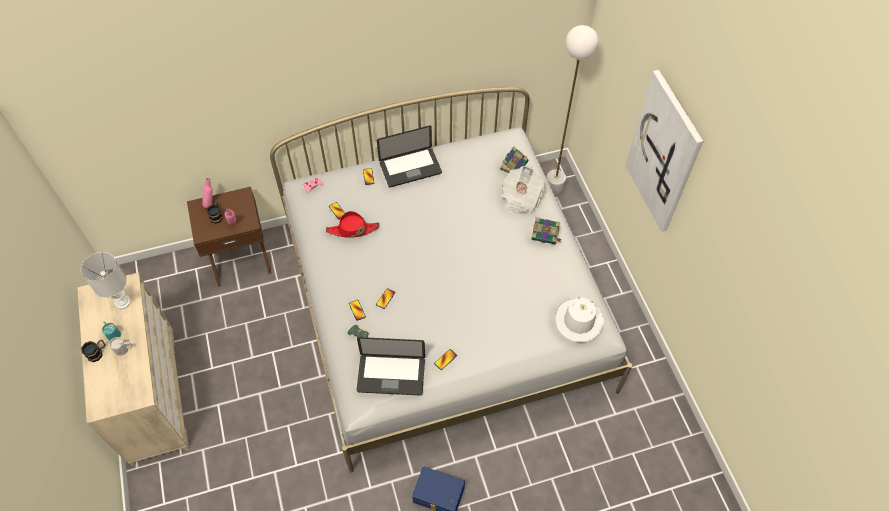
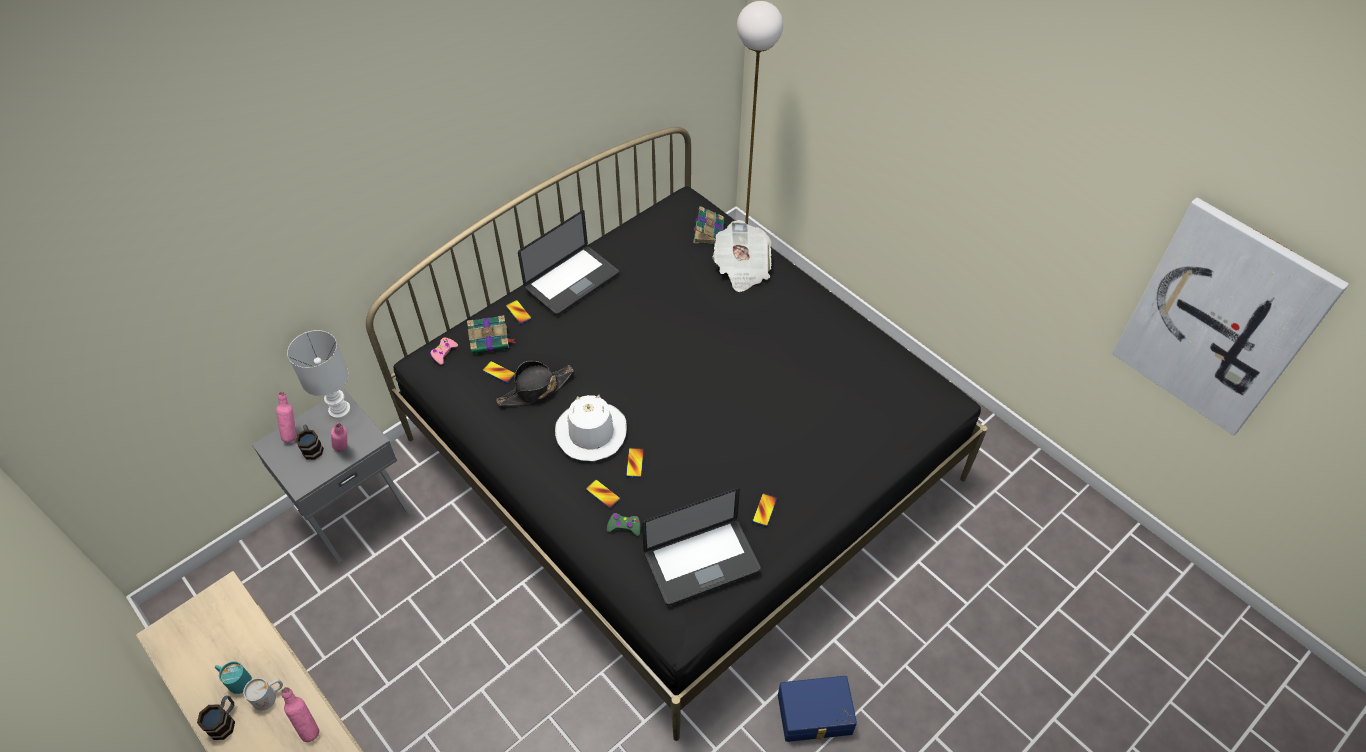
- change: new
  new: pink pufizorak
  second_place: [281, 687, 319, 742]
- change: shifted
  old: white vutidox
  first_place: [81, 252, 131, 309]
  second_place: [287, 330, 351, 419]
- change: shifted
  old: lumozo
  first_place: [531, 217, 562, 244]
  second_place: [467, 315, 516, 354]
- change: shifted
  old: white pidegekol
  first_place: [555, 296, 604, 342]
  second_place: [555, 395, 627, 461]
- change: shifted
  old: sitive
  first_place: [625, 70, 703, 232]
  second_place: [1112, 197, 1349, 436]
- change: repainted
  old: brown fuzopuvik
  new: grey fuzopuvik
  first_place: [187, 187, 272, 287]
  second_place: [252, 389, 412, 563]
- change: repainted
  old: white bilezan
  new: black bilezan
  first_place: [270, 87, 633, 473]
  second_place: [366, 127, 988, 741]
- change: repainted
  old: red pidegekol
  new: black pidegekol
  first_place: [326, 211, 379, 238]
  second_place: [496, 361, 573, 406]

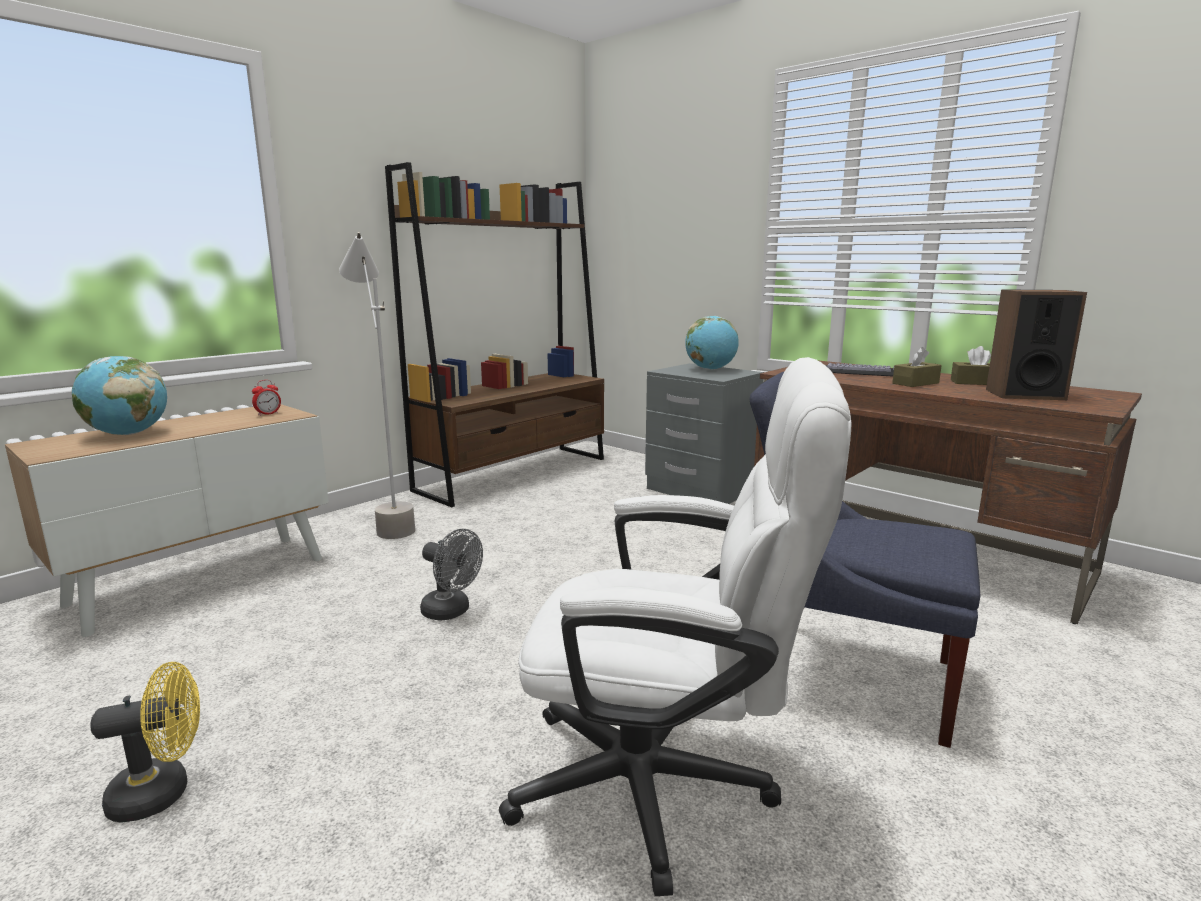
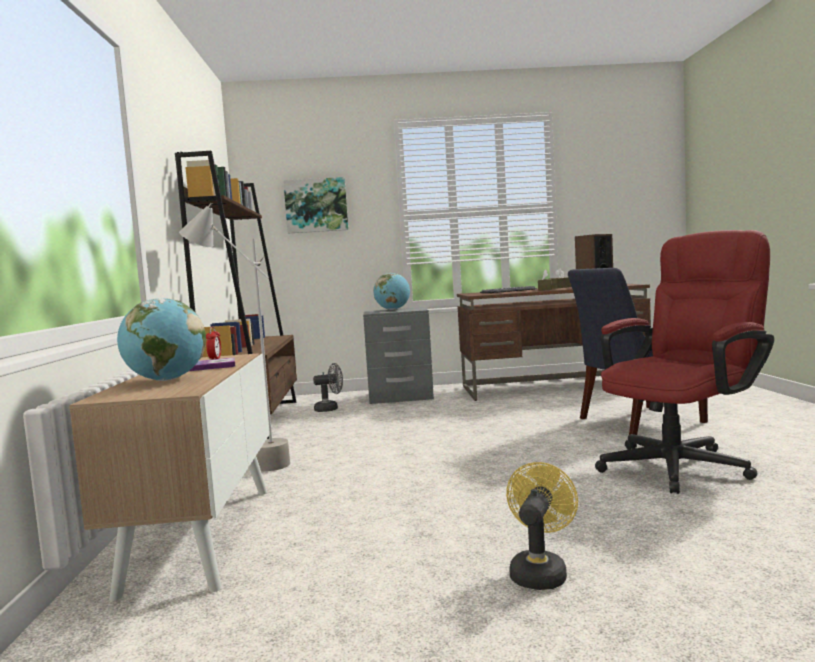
- change: new
  new: lumozo
  second_place: [189, 357, 235, 371]
- change: new
  new: sitive
  second_place: [283, 177, 348, 233]
- change: shifted
  old: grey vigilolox
  first_place: [420, 529, 483, 621]
  second_place: [313, 363, 343, 412]
- change: repainted
  old: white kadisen
  new: red kadisen
  first_place: [499, 357, 851, 896]
  second_place: [595, 230, 775, 494]

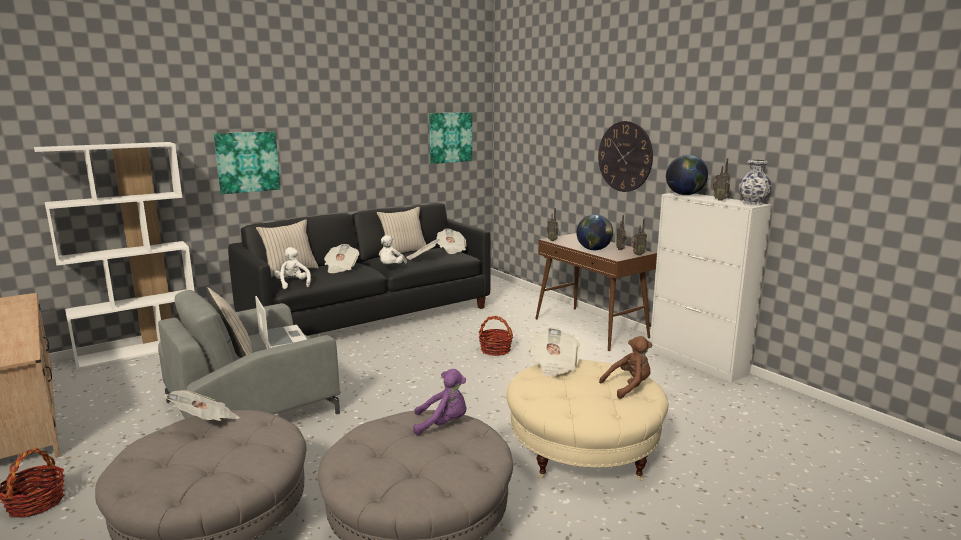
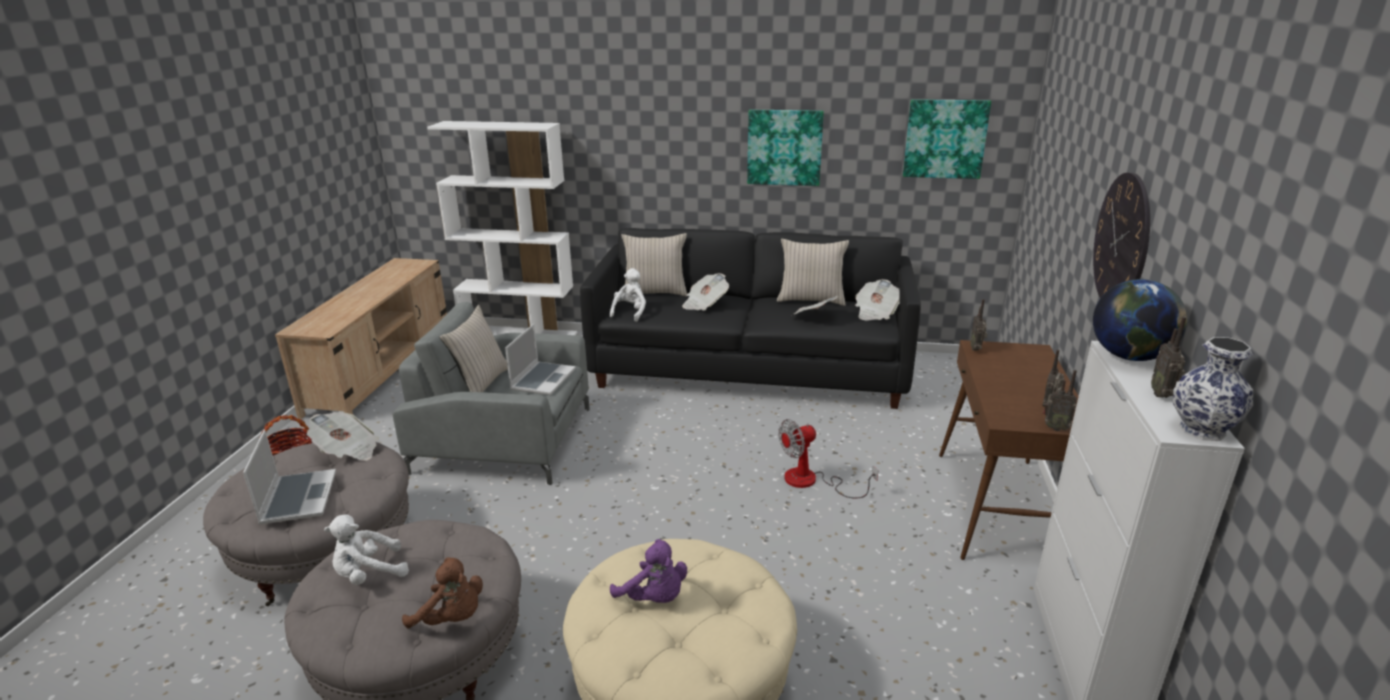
- change: gone
  old: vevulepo
  first_place: [529, 327, 580, 376]
- change: gone
  old: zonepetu
  first_place: [576, 214, 613, 250]
- change: new
  new: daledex
  second_place: [243, 430, 336, 524]
- change: shifted
  old: sitive
  first_place: [214, 131, 281, 194]
  second_place: [747, 110, 824, 186]
- change: shifted
  old: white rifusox
  first_place: [379, 235, 407, 264]
  second_place: [324, 514, 409, 585]
- change: shifted
  old: purple rifusox
  first_place: [413, 369, 467, 435]
  second_place: [610, 539, 687, 603]
- change: shifted
  old: brown rifusox
  first_place: [599, 336, 652, 399]
  second_place: [402, 557, 483, 628]
- change: swapped
  old: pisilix
  new: vigilolox
  first_place: [479, 316, 513, 356]
  second_place: [778, 419, 878, 499]

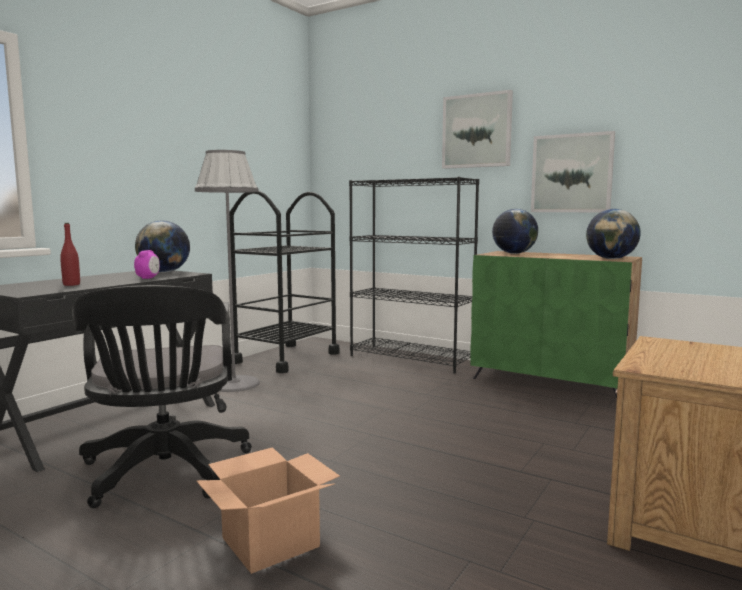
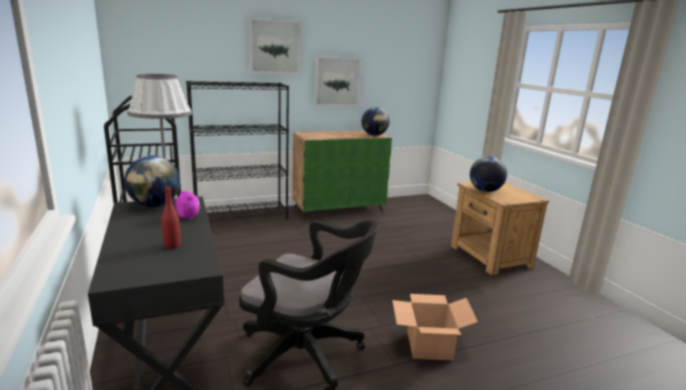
- change: shifted
  old: zonepetu
  first_place: [492, 209, 538, 254]
  second_place: [470, 156, 507, 192]

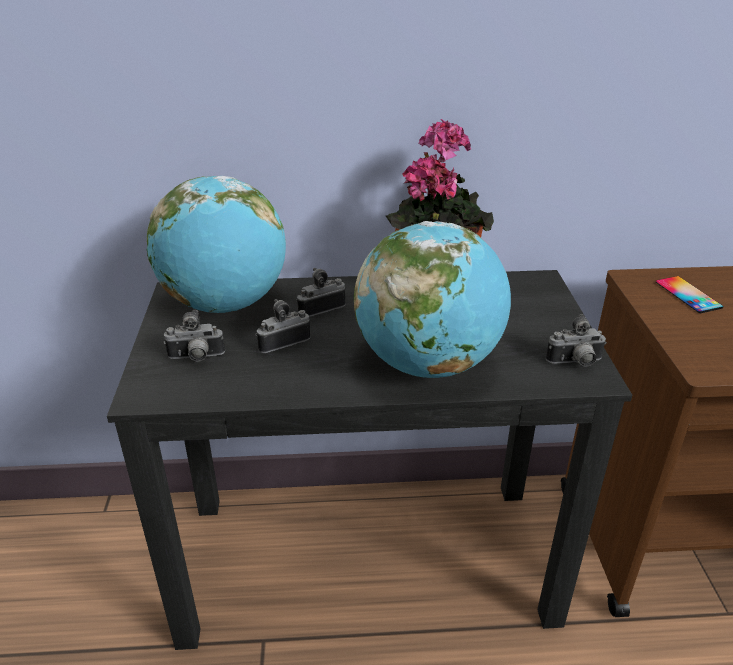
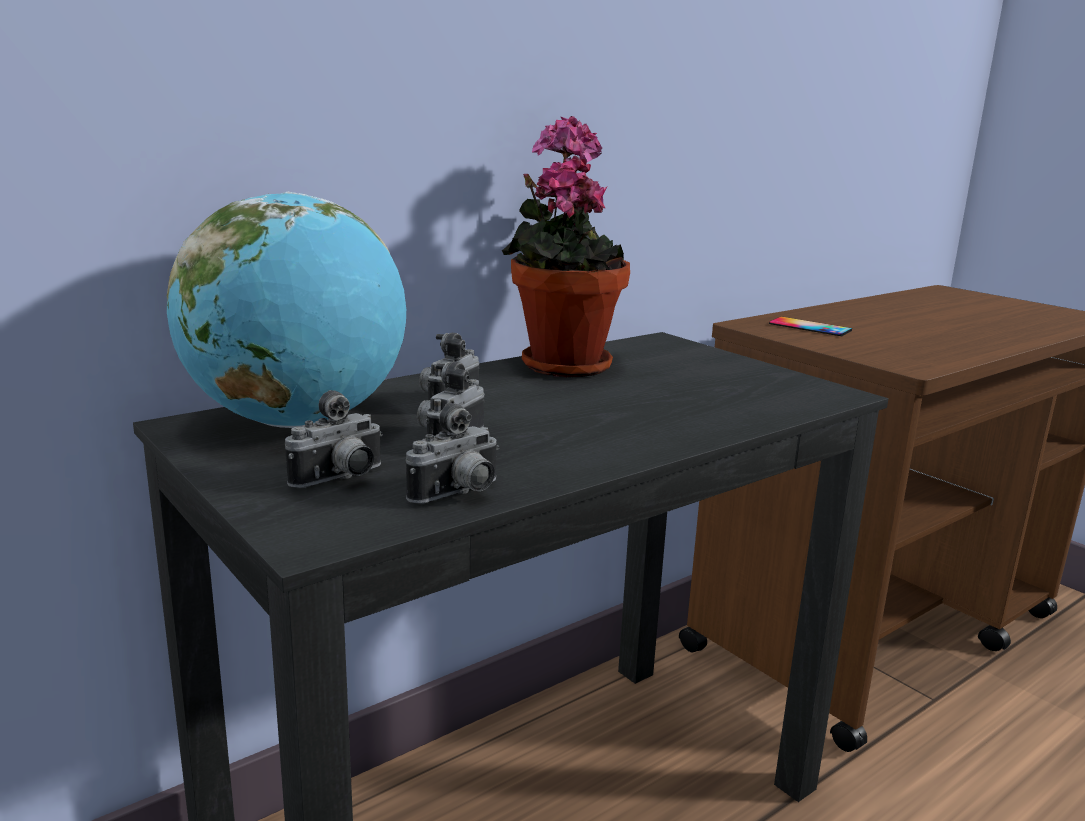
- change: gone
  old: zonepetu
  first_place: [354, 221, 511, 378]
- change: shifted
  old: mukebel
  first_place: [546, 314, 607, 367]
  second_place: [406, 403, 499, 504]

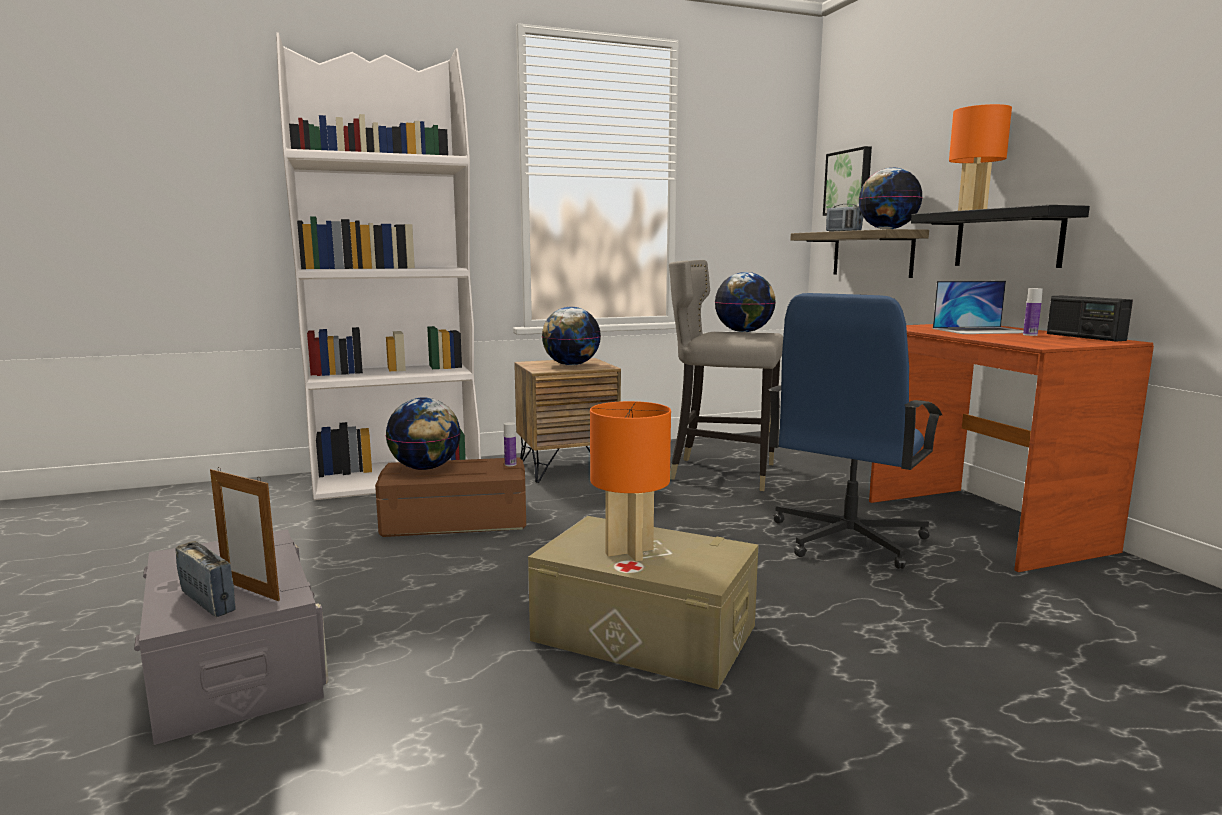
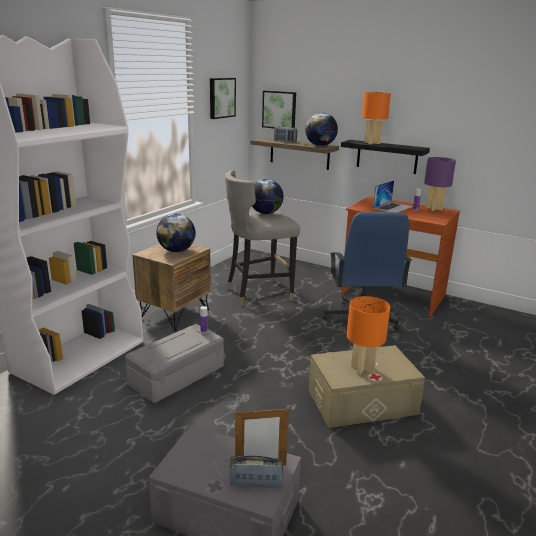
- change: gone
  old: zonepetu
  first_place: [386, 397, 461, 470]
- change: new
  new: sitive
  second_place: [210, 78, 236, 119]
- change: swapped
  old: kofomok
  new: purple vutidox
  first_place: [1047, 296, 1133, 342]
  second_place: [424, 157, 456, 211]
- change: repainted
  old: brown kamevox
  new: grey kamevox
  first_place: [375, 457, 526, 537]
  second_place: [125, 324, 224, 403]

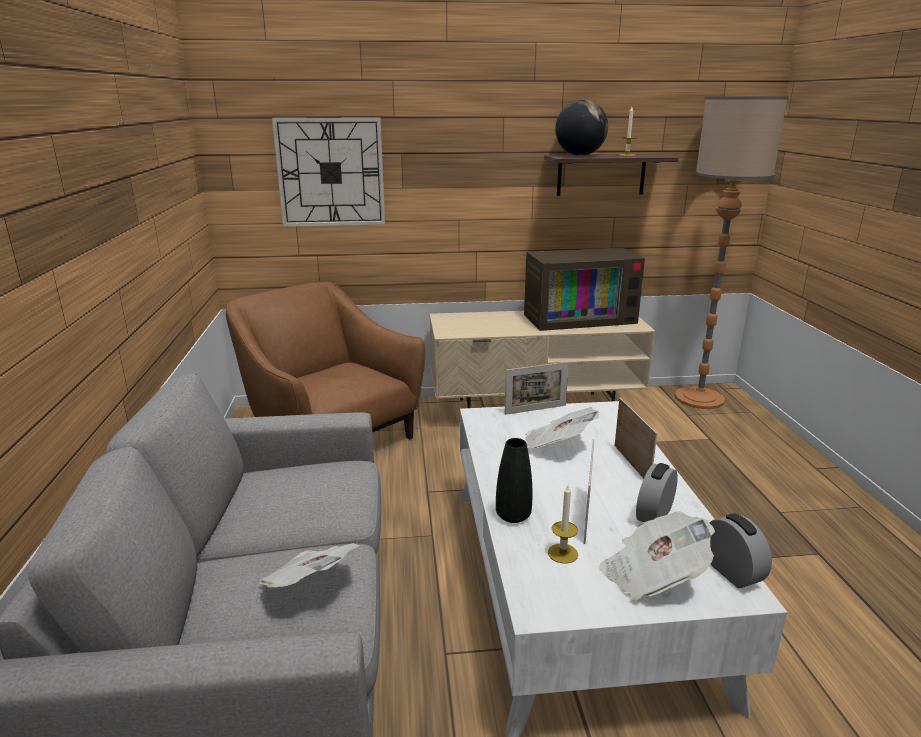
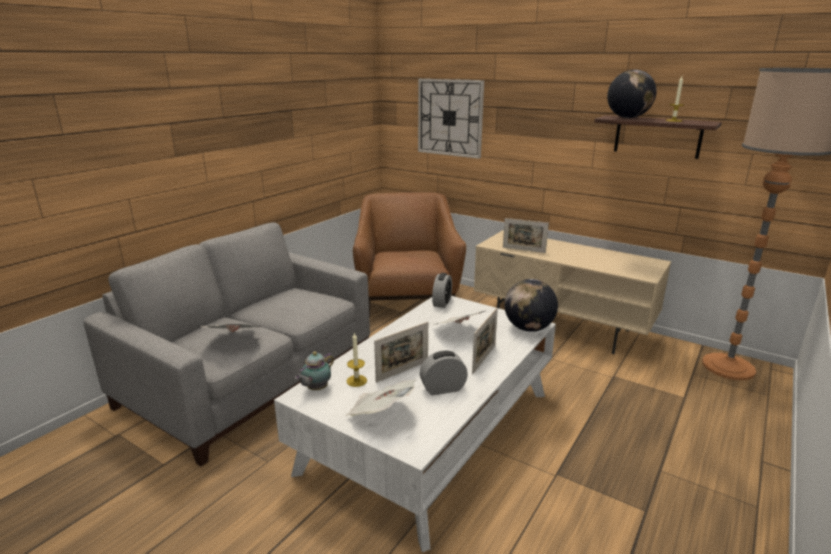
- change: gone
  old: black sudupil
  first_place: [496, 438, 532, 523]
- change: gone
  old: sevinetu
  first_place: [524, 247, 645, 331]
- change: new
  new: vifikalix
  second_place: [295, 352, 334, 390]
- change: new
  new: zonepetu
  second_place: [504, 279, 558, 332]
- change: shifted
  old: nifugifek
  first_place: [505, 362, 569, 415]
  second_place: [503, 218, 549, 253]
- change: shifted
  old: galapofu
  first_place: [709, 514, 772, 588]
  second_place: [432, 273, 452, 308]

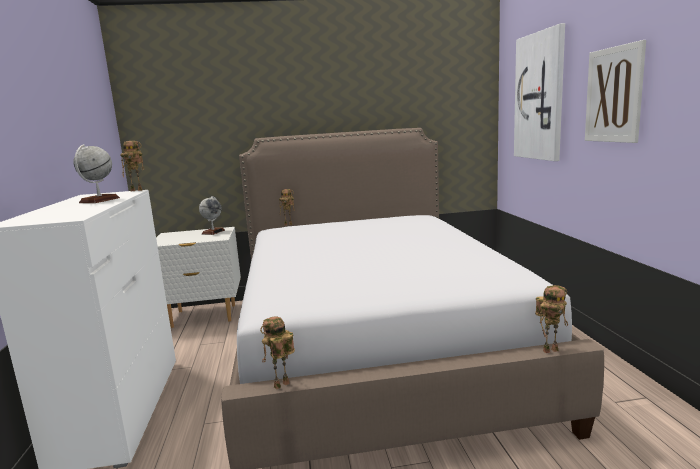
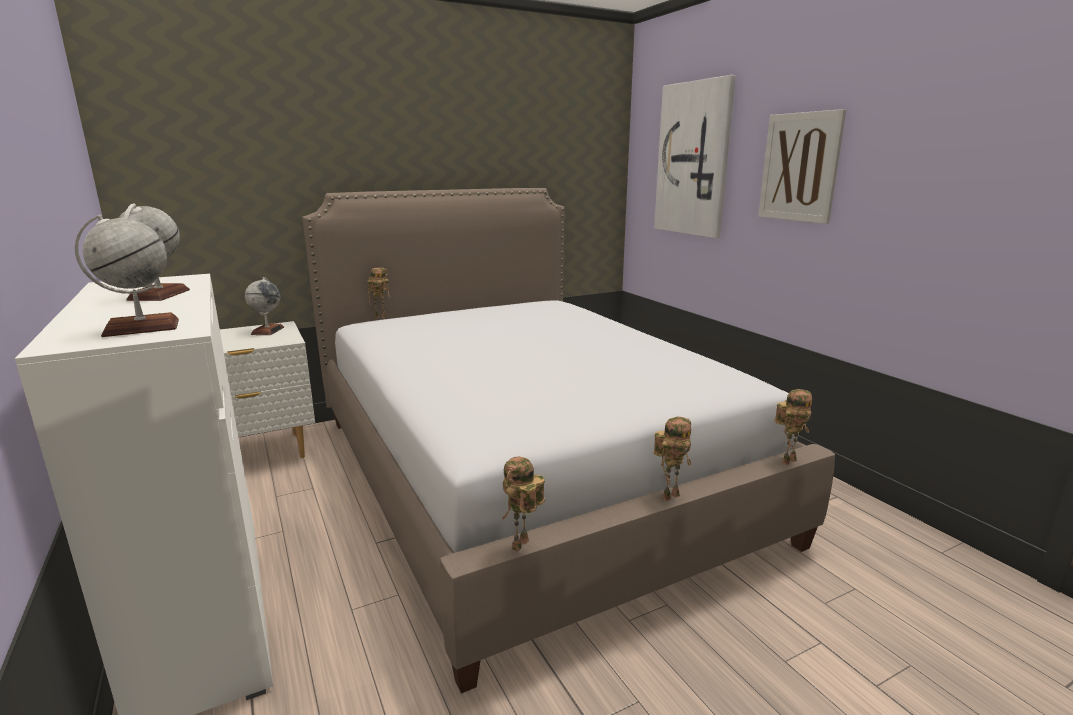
- change: new
  new: zonepetu
  second_place: [75, 215, 179, 337]
- change: shifted
  old: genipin
  first_place: [120, 141, 144, 191]
  second_place: [654, 417, 692, 501]

